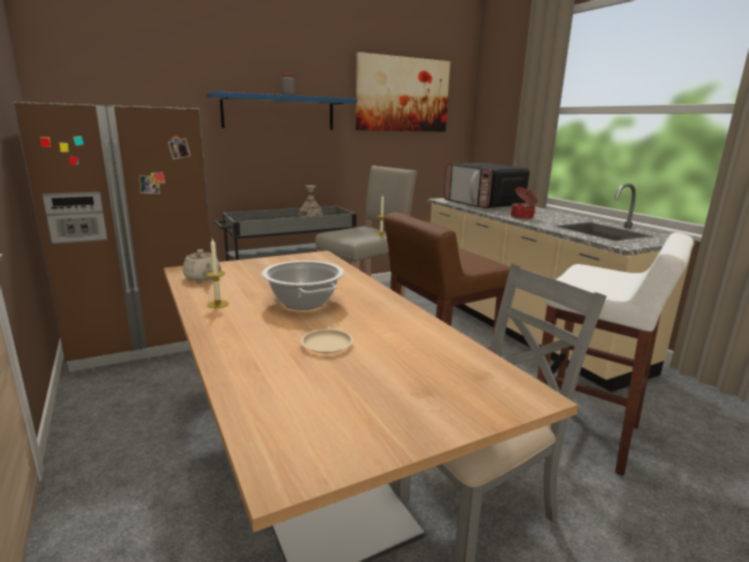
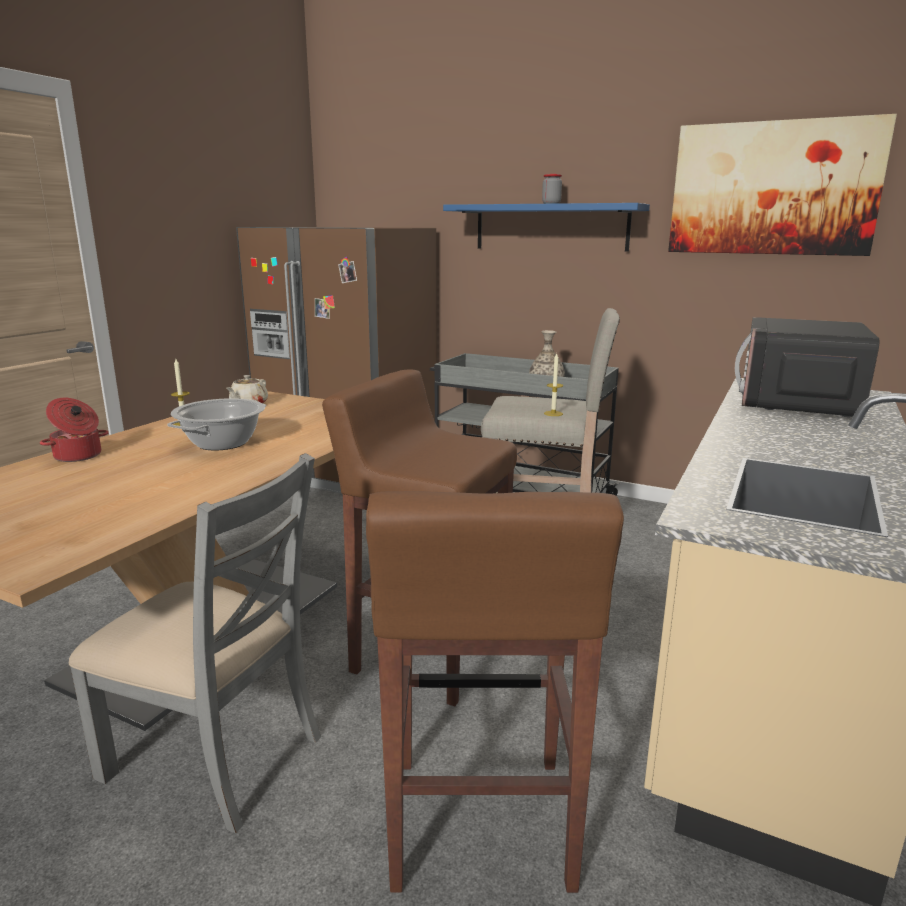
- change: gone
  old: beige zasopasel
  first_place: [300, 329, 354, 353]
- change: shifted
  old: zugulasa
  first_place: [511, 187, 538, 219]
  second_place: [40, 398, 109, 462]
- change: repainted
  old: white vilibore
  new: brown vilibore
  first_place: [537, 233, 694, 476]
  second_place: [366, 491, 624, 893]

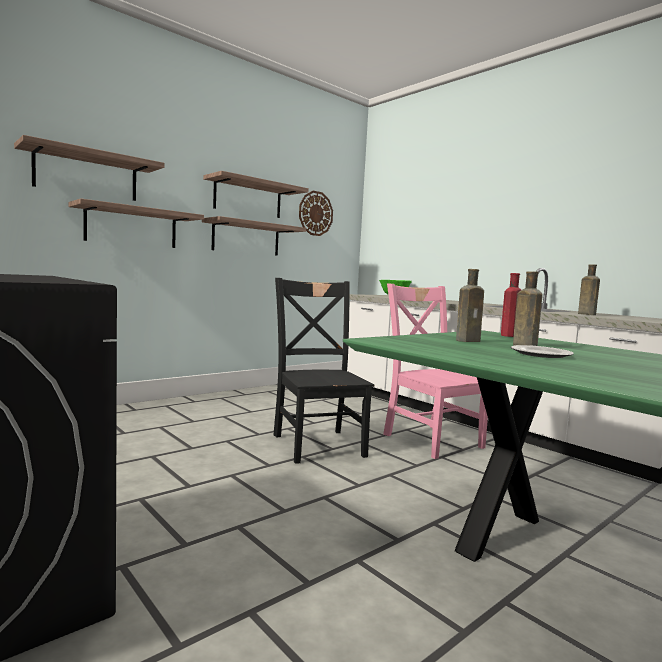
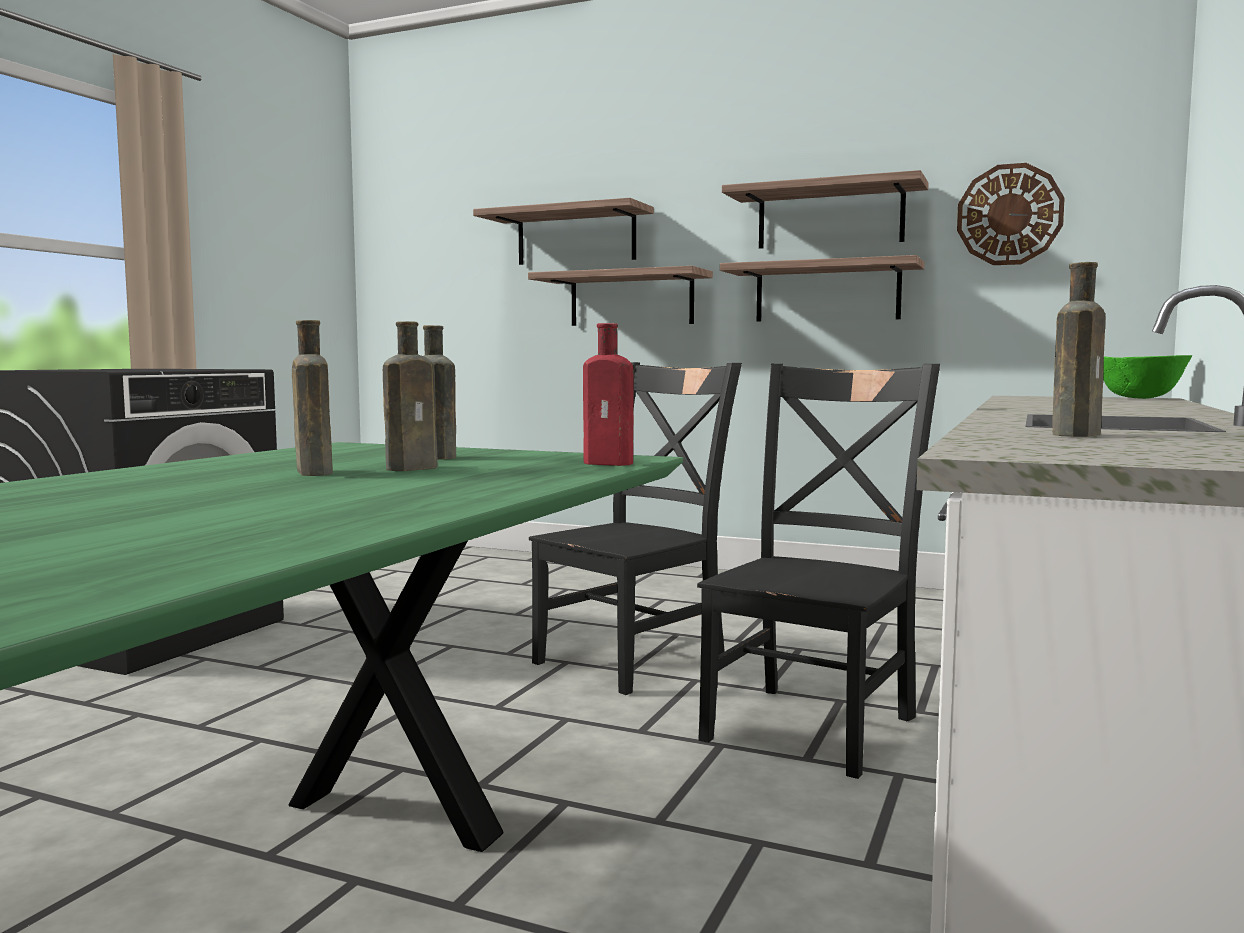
- change: swapped
  old: zasopasel
  new: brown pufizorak
  first_place: [511, 345, 574, 358]
  second_place: [292, 320, 333, 476]
- change: repainted
  old: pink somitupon
  new: black somitupon
  first_place: [383, 283, 488, 459]
  second_place: [697, 363, 940, 779]

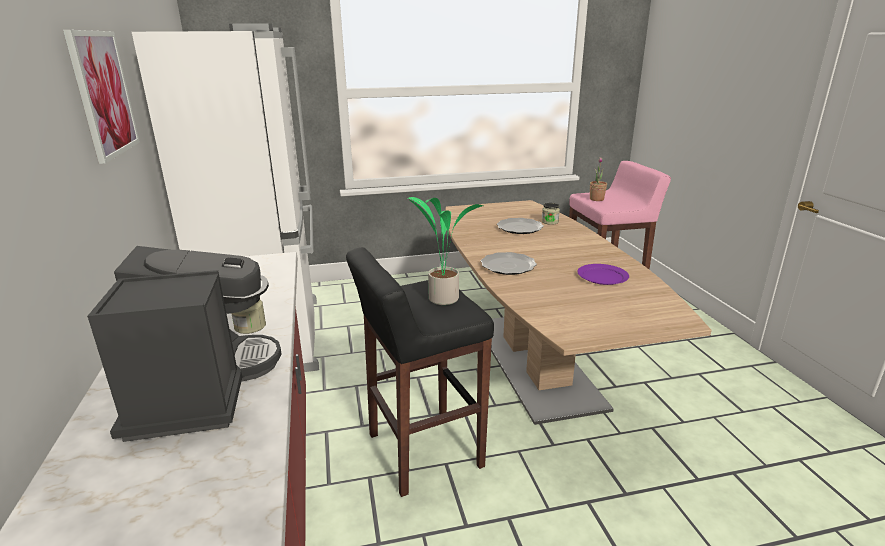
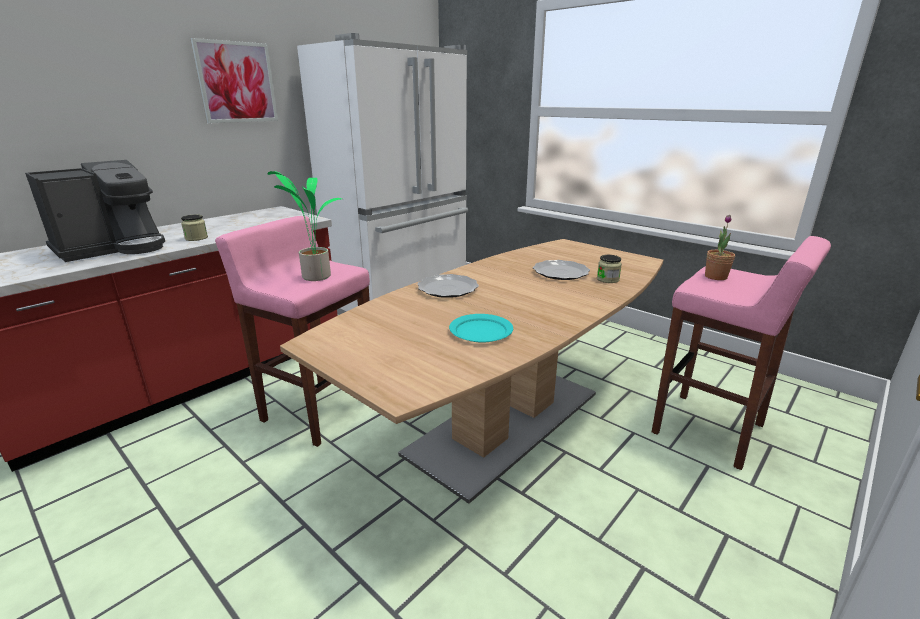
- change: repainted
  old: black vilibore
  new: pink vilibore
  first_place: [346, 247, 494, 497]
  second_place: [215, 216, 370, 447]
- change: repainted
  old: purple zasopasel
  new: turquoise zasopasel
  first_place: [577, 264, 629, 285]
  second_place: [449, 314, 513, 343]

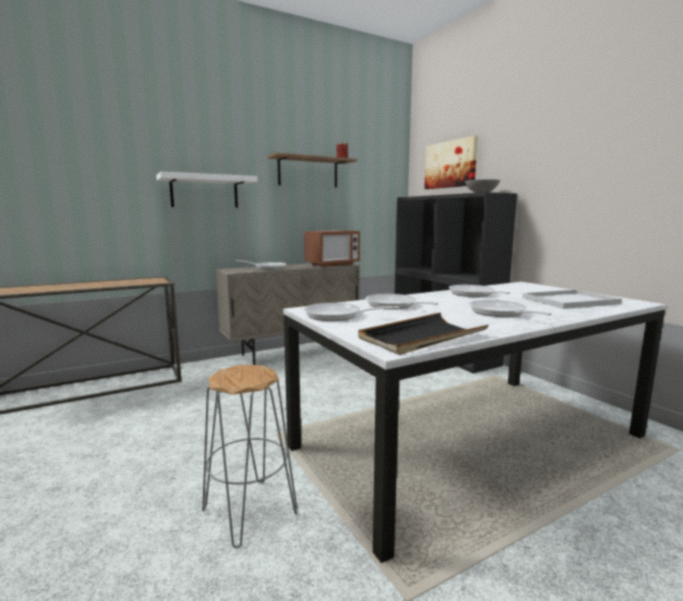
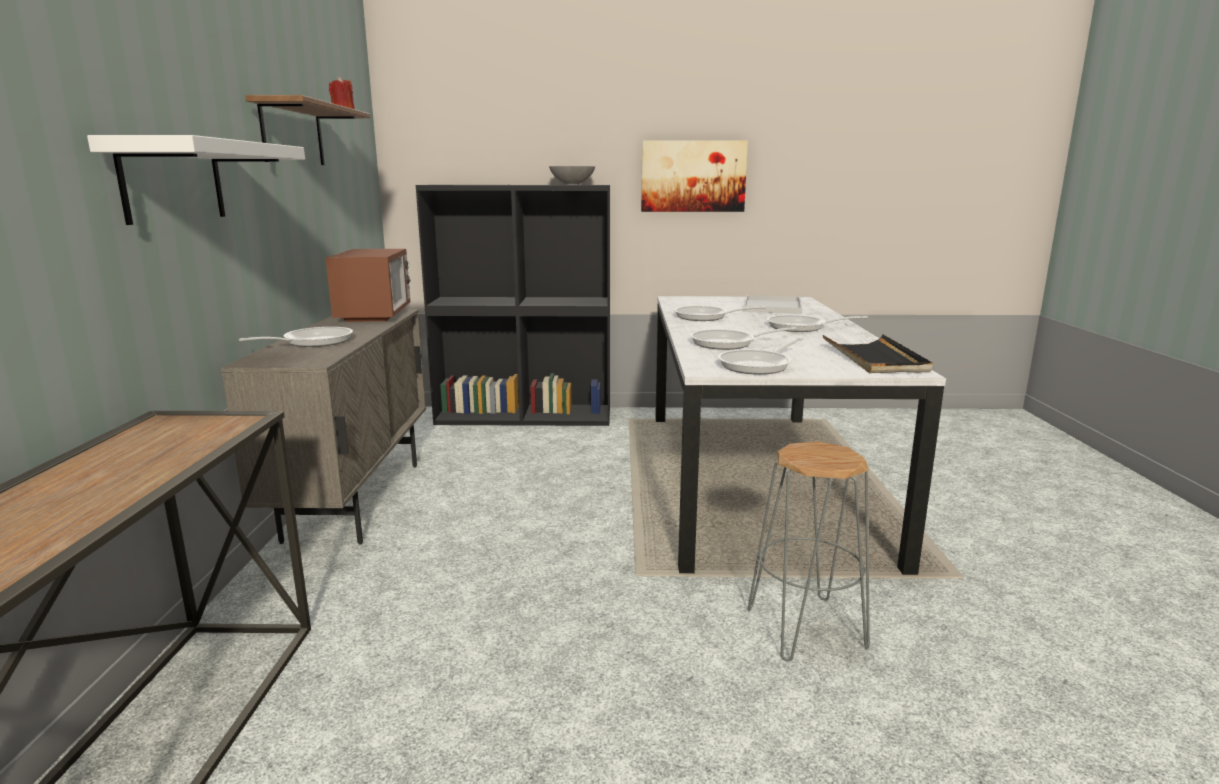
- change: shifted
  old: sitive
  first_place: [424, 135, 478, 189]
  second_place: [641, 140, 748, 212]

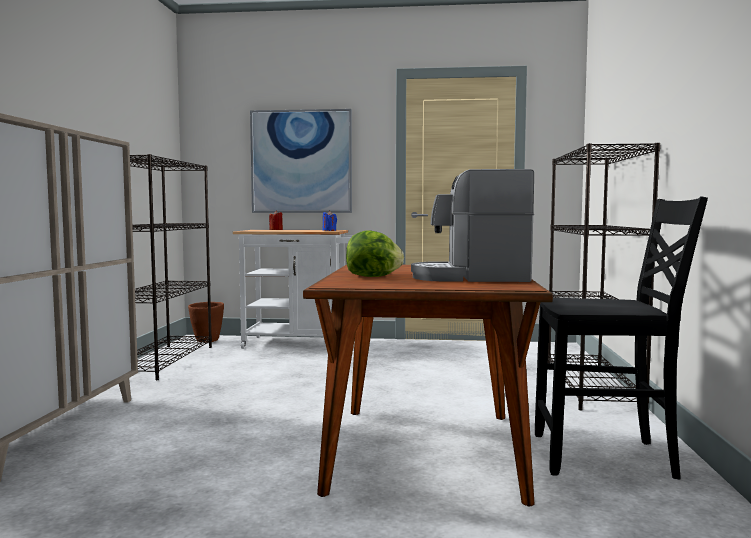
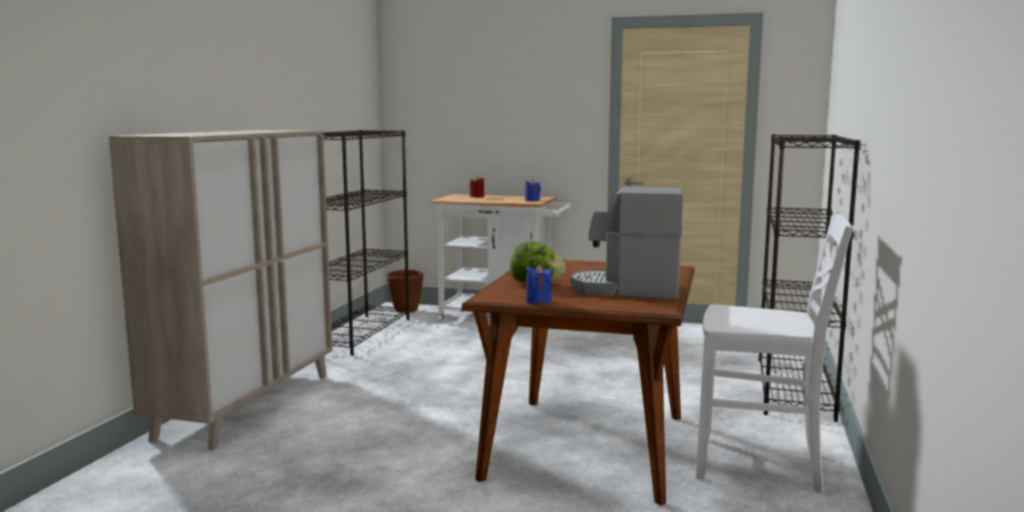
- change: gone
  old: sitive
  first_place: [250, 109, 352, 213]
- change: new
  new: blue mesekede
  second_place: [525, 264, 552, 305]
- change: repainted
  old: black somitupon
  new: white somitupon
  first_place: [535, 196, 708, 480]
  second_place: [696, 211, 853, 493]

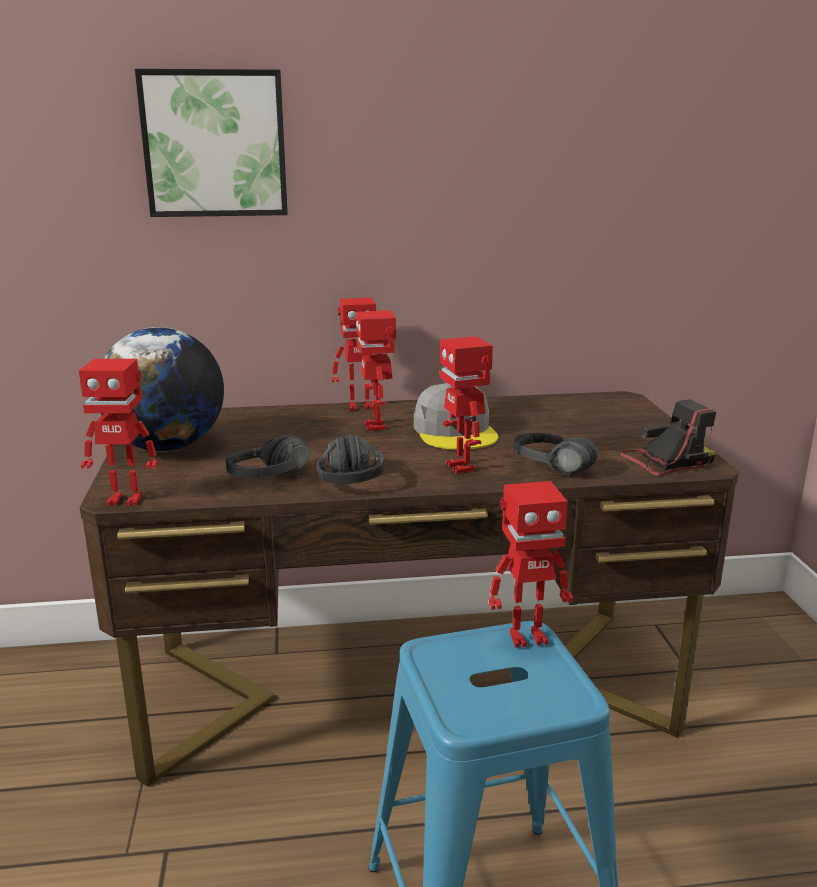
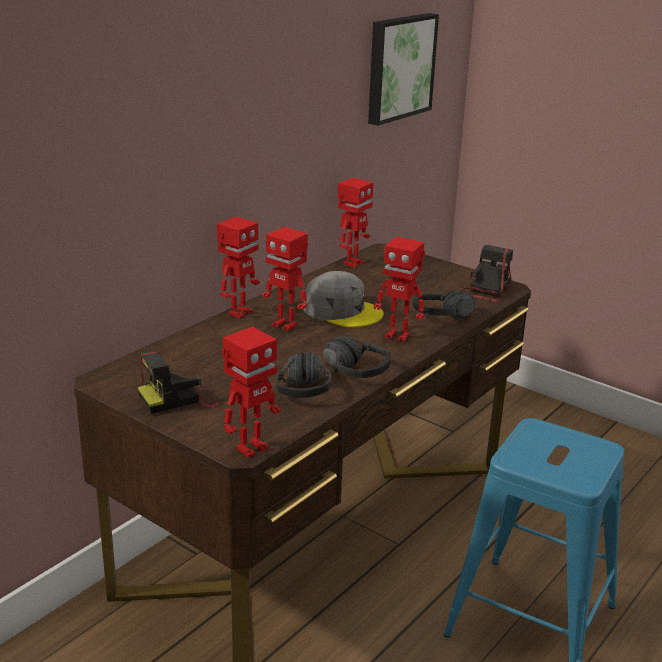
- change: shifted
  old: sitive
  first_place: [135, 69, 288, 217]
  second_place: [368, 13, 439, 126]
- change: shifted
  old: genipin
  first_place: [489, 481, 573, 648]
  second_place: [338, 178, 373, 268]
- change: swapped
  old: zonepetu
  new: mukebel
  first_place: [101, 327, 224, 451]
  second_place: [138, 350, 219, 413]

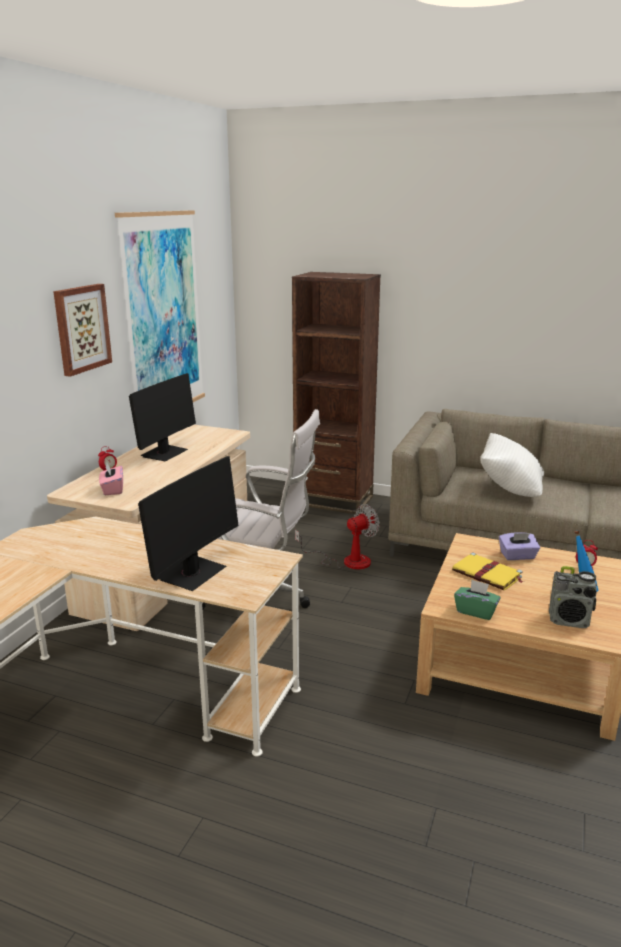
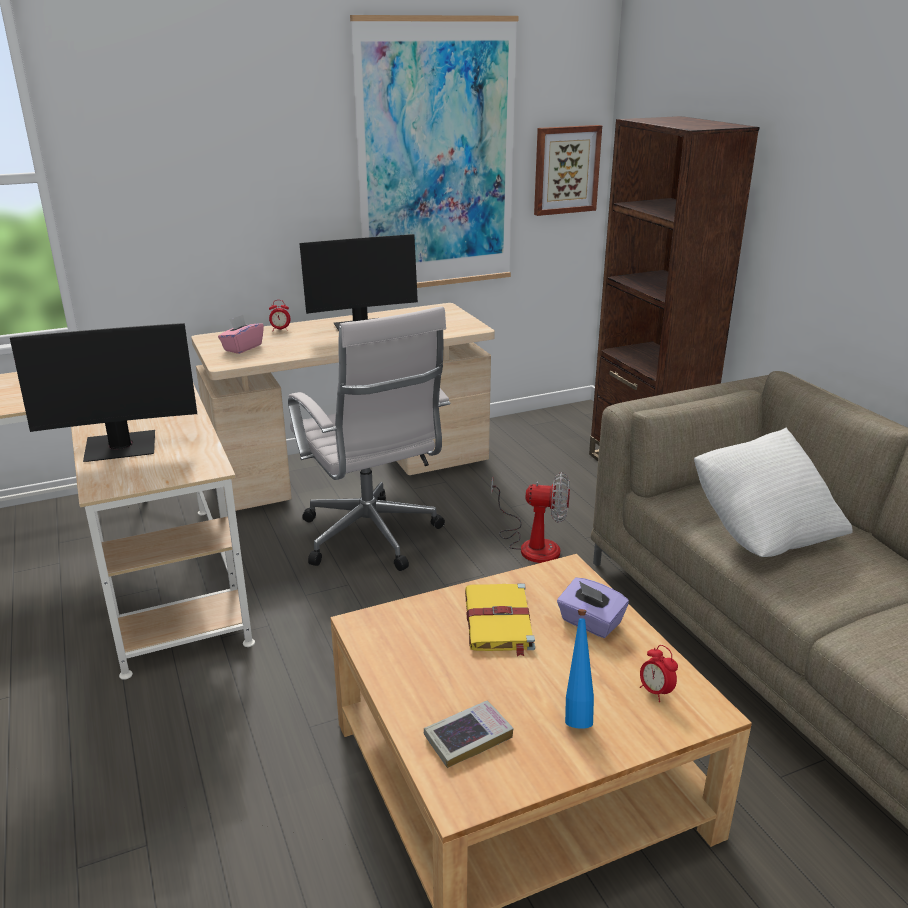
- change: gone
  old: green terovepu
  first_place: [454, 580, 501, 620]
- change: shifted
  old: sitive
  first_place: [53, 284, 112, 377]
  second_place: [534, 125, 602, 216]
- change: swapped
  old: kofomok
  new: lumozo
  first_place: [549, 566, 597, 628]
  second_place: [424, 701, 514, 768]

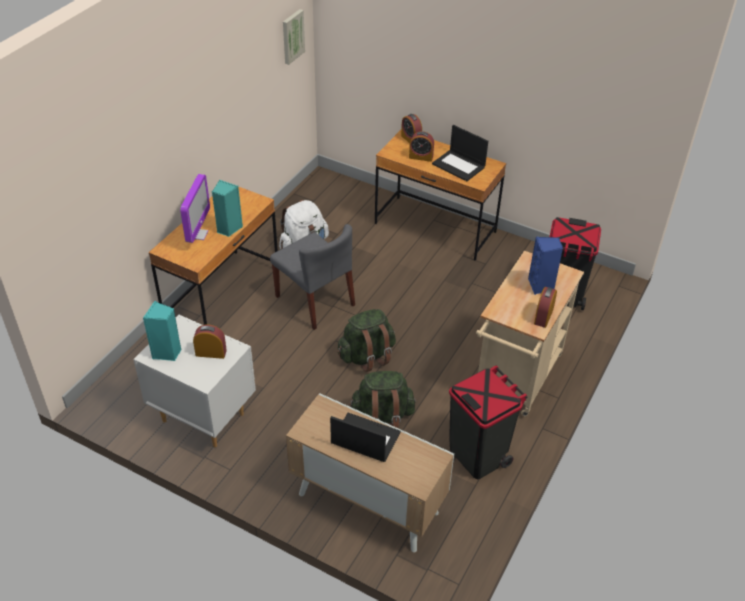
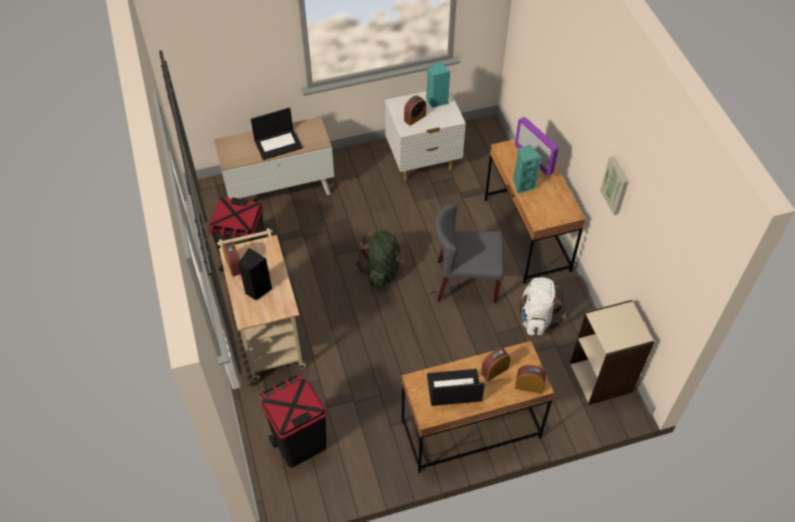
- change: gone
  old: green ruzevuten
  first_place: [349, 371, 416, 429]
- change: new
  new: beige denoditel
  second_place: [570, 300, 655, 405]
- change: shifted
  old: sitive
  first_place: [283, 9, 305, 65]
  second_place: [600, 156, 629, 215]
- change: repainted
  old: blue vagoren
  new: black vagoren
  first_place: [528, 236, 563, 295]
  second_place: [238, 248, 272, 300]

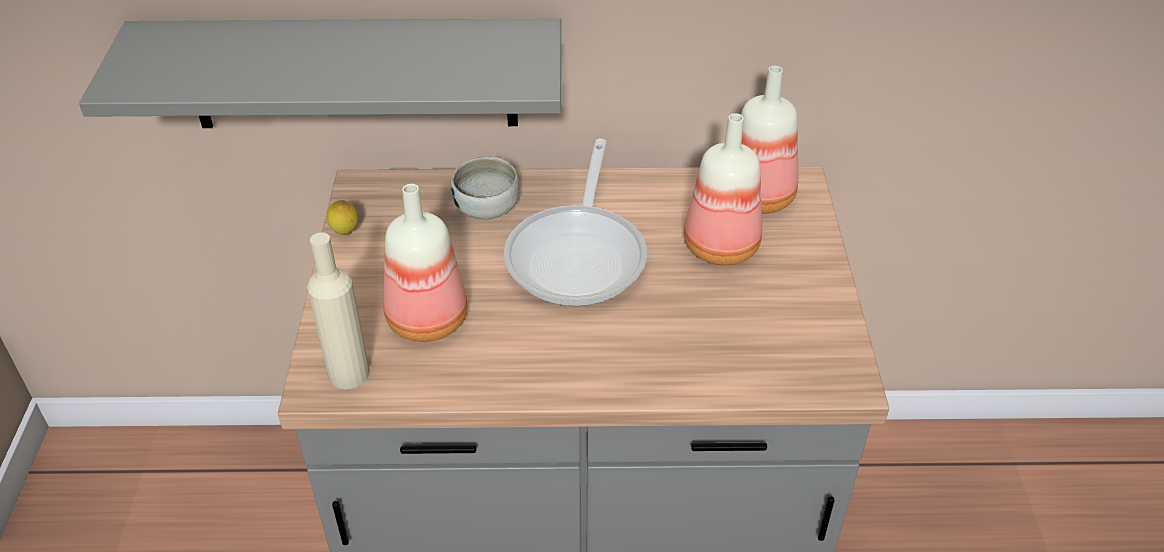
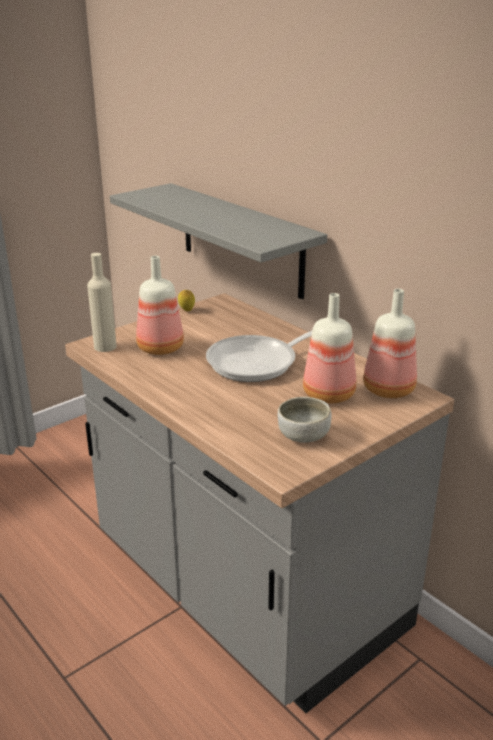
- change: shifted
  old: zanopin
  first_place: [451, 156, 519, 220]
  second_place: [278, 397, 331, 443]

